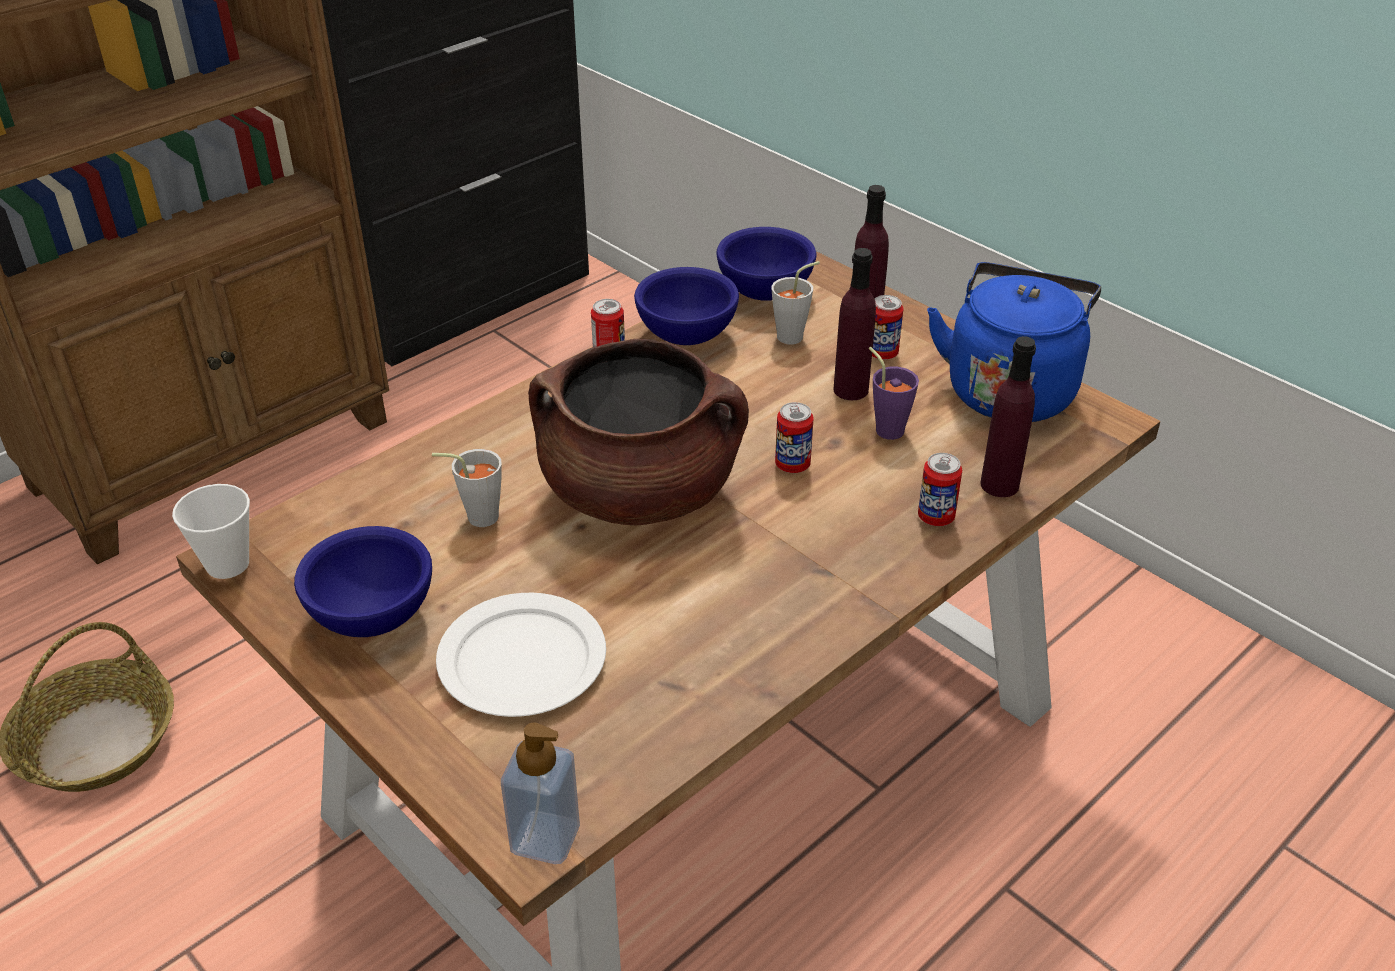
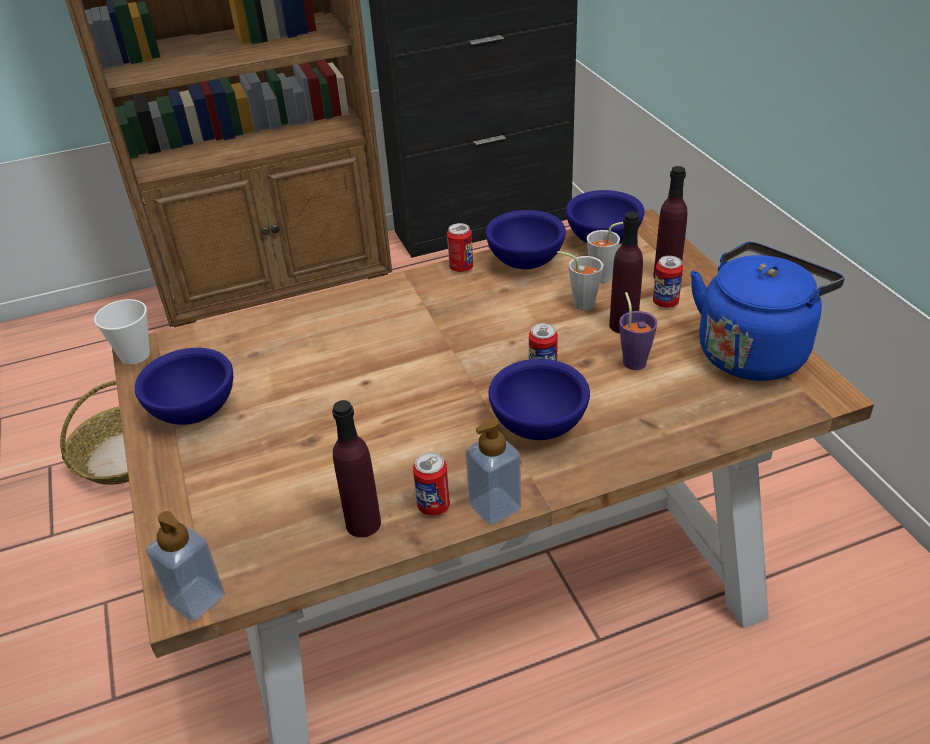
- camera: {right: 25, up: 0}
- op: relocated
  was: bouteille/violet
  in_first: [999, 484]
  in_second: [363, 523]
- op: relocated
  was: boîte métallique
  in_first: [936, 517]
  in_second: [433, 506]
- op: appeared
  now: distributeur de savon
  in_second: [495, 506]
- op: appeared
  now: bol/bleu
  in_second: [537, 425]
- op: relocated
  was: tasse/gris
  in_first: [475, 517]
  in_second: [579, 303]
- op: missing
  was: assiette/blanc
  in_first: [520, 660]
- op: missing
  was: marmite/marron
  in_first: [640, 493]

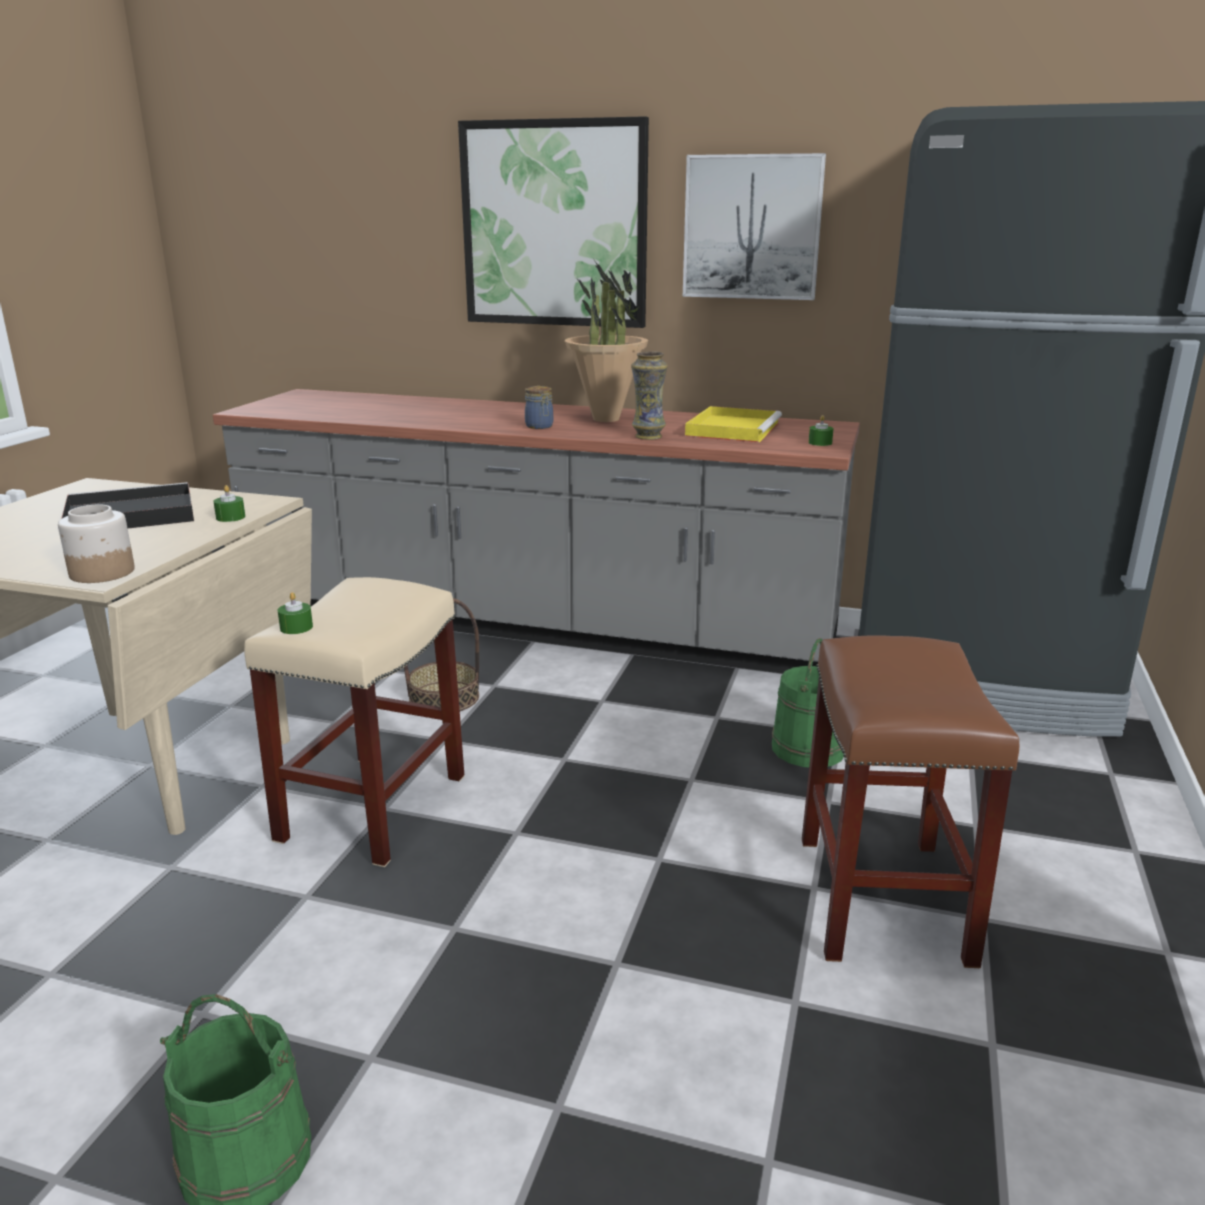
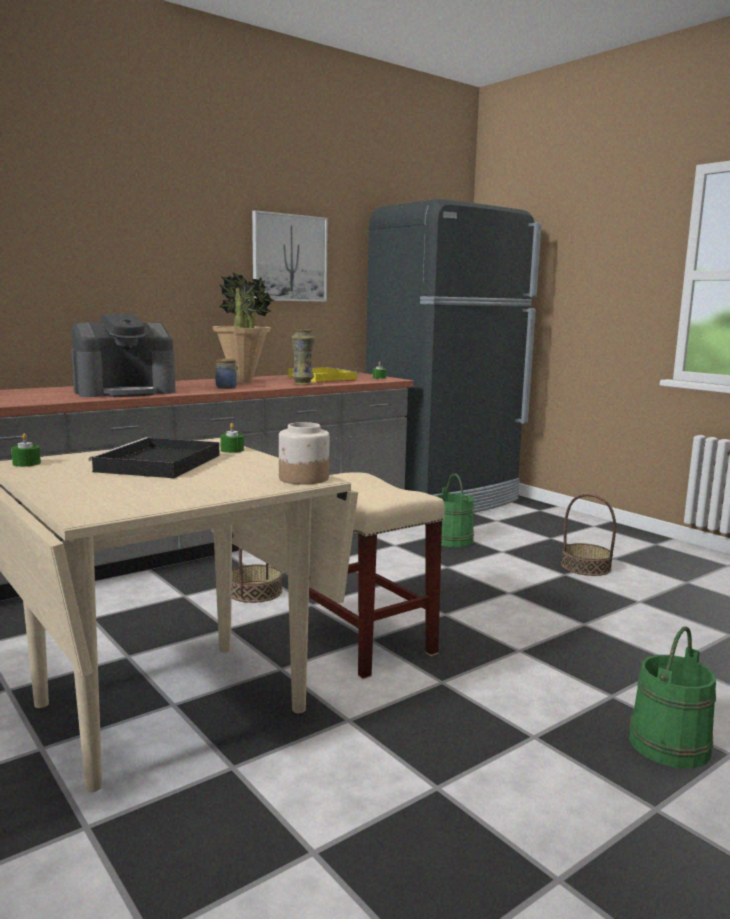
- camera: {right: -55, up: -10}
- op: relocated
  was: bougie/vert
  in_first: [296, 627]
  in_second: [26, 463]
- op: appeared
  now: machine à café
  in_second: [125, 392]
- op: exchanged
  was: tabouret/marron
  now: panier
  in_first: [884, 900]
  in_second: [586, 567]
- op: missing
  was: tableau
  in_first: [554, 225]

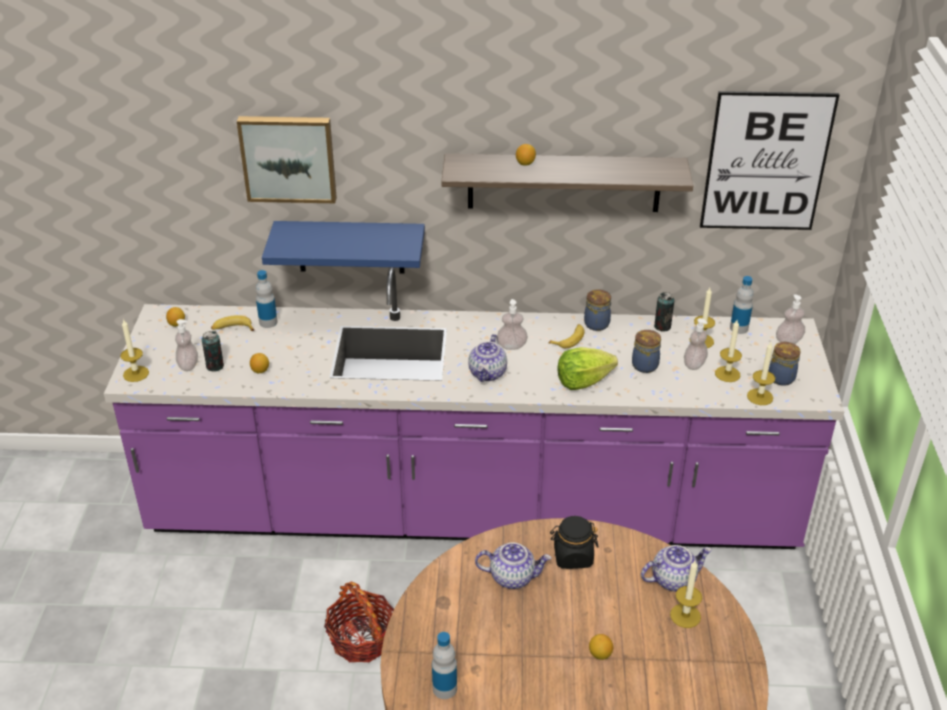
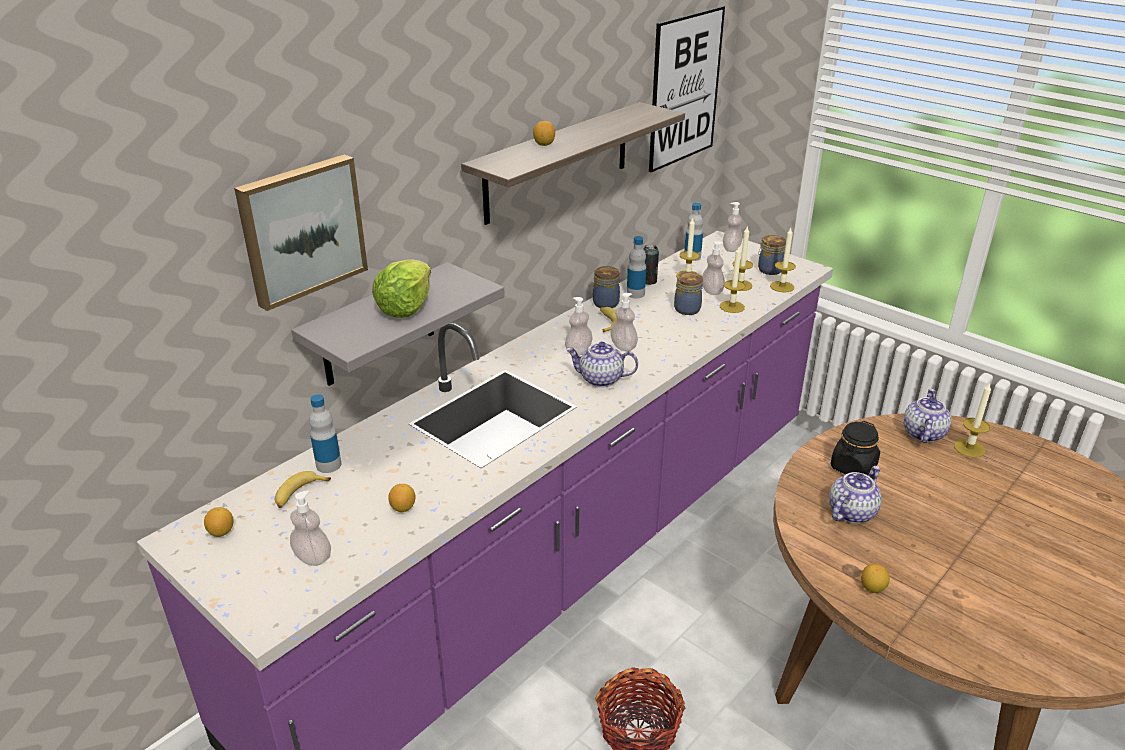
- camera: {right: -50, up: -5}
- op: colour
  was: étagère/bleu
  now: étagère/gris
  in_first: [350, 247]
  in_second: [378, 326]
- op: relocated
  was: laitue
  in_first: [583, 381]
  in_second: [406, 307]
- op: spun
  was: théière
  in_first: [488, 373]
  in_second: [600, 379]
  clockwise: 135
- op: appeared
  now: distributeur de savon
  in_second: [623, 346]
- op: relocated
  was: bouteille
  in_first: [444, 688]
  in_second: [635, 294]
- op: relocated
  was: bougie
  in_first: [136, 374]
  in_second: [732, 307]
- op: relocated
  was: citron
  in_first: [600, 654]
  in_second: [872, 588]
- op: missing
  was: boîte métallique
  in_first: [215, 366]

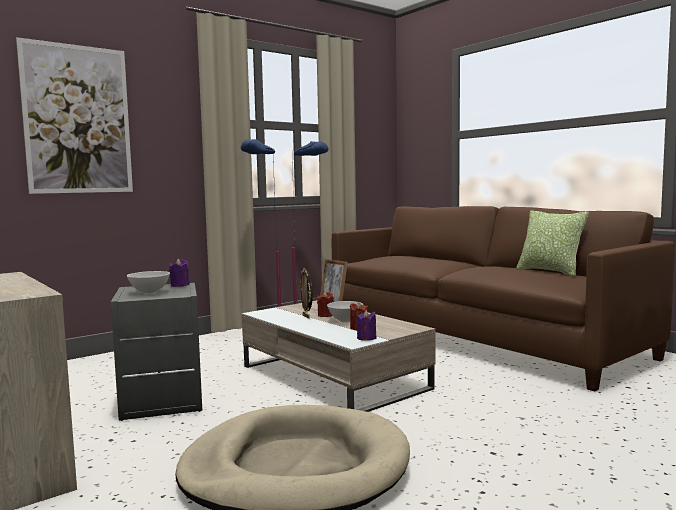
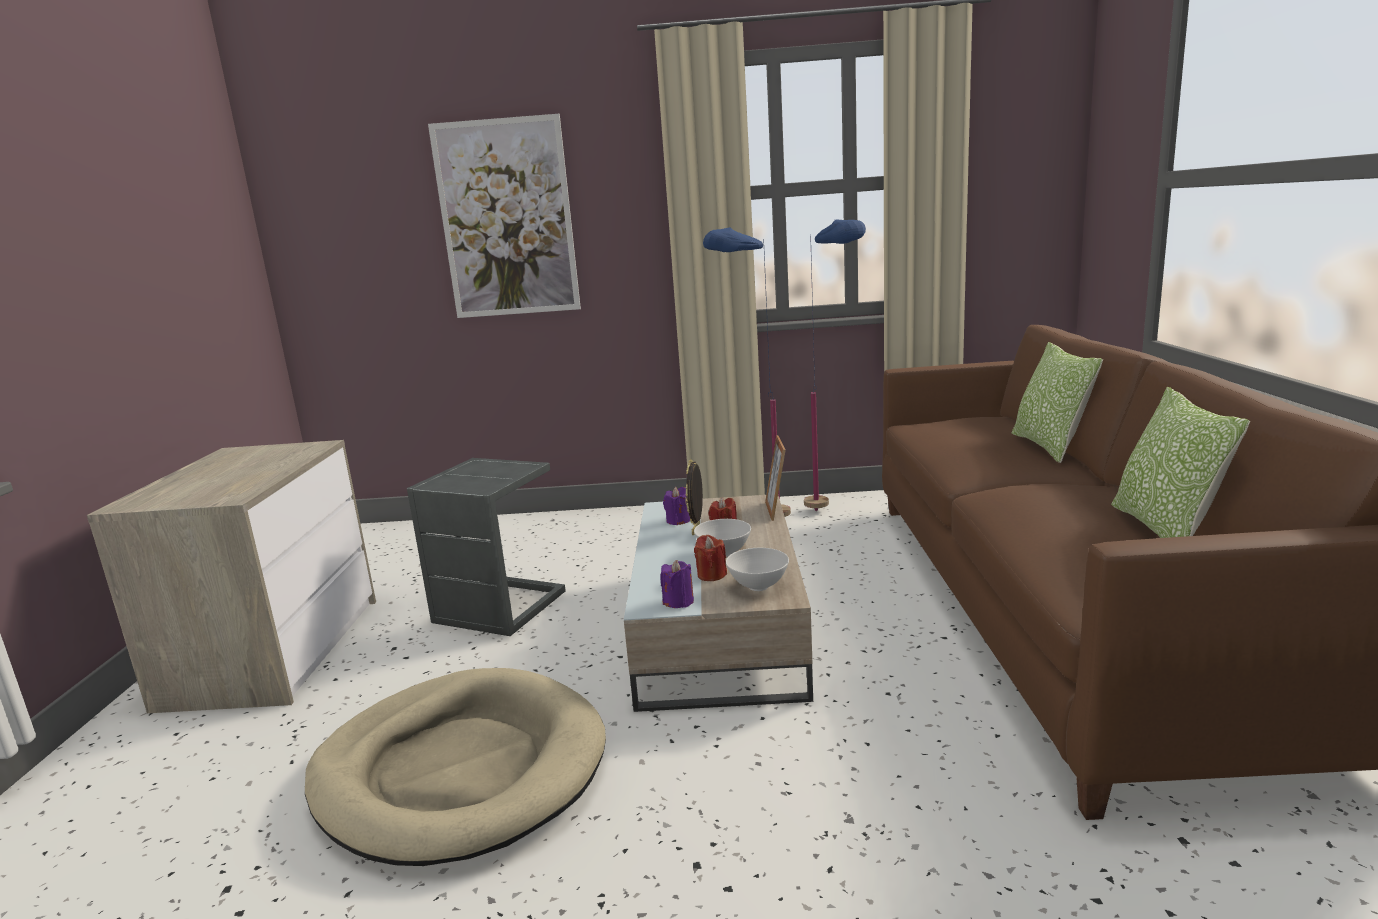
- camera: {right: 40, up: 10}
- op: relocated
  was: bougie/violet
  in_first: [180, 285]
  in_second: [678, 521]
- op: relocated
  was: bol/blanc
  in_first: [149, 293]
  in_second: [758, 587]
- op: appeared
  now: coussin
  in_second: [1049, 446]

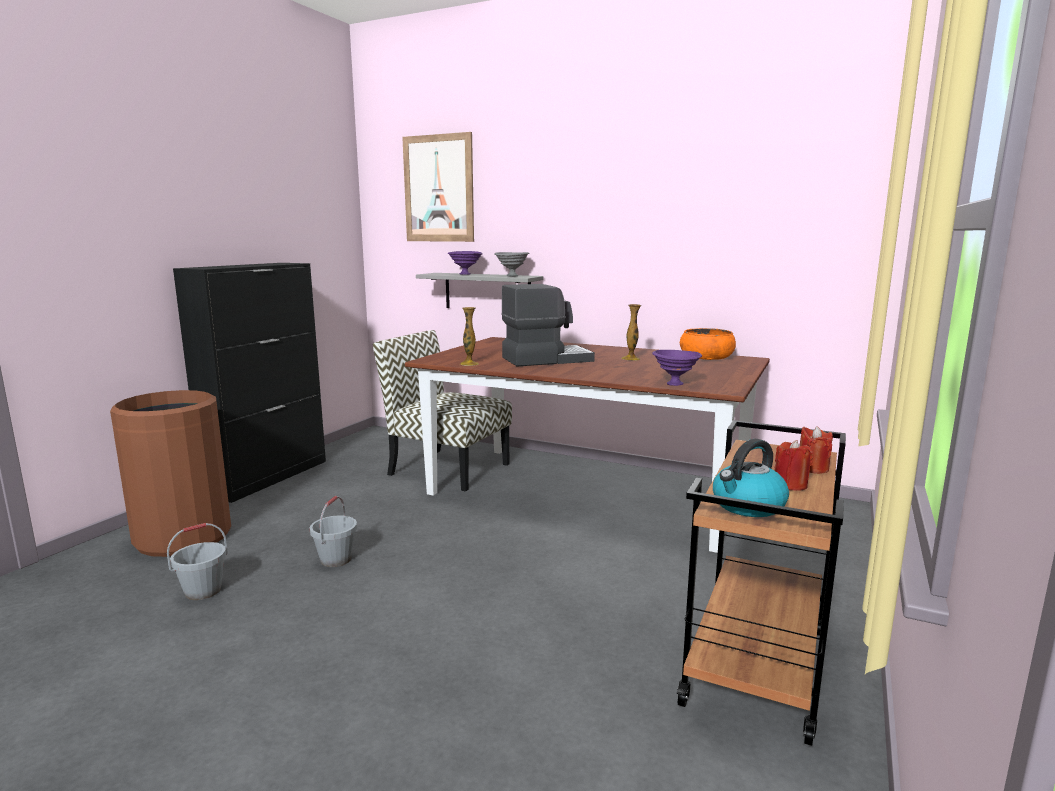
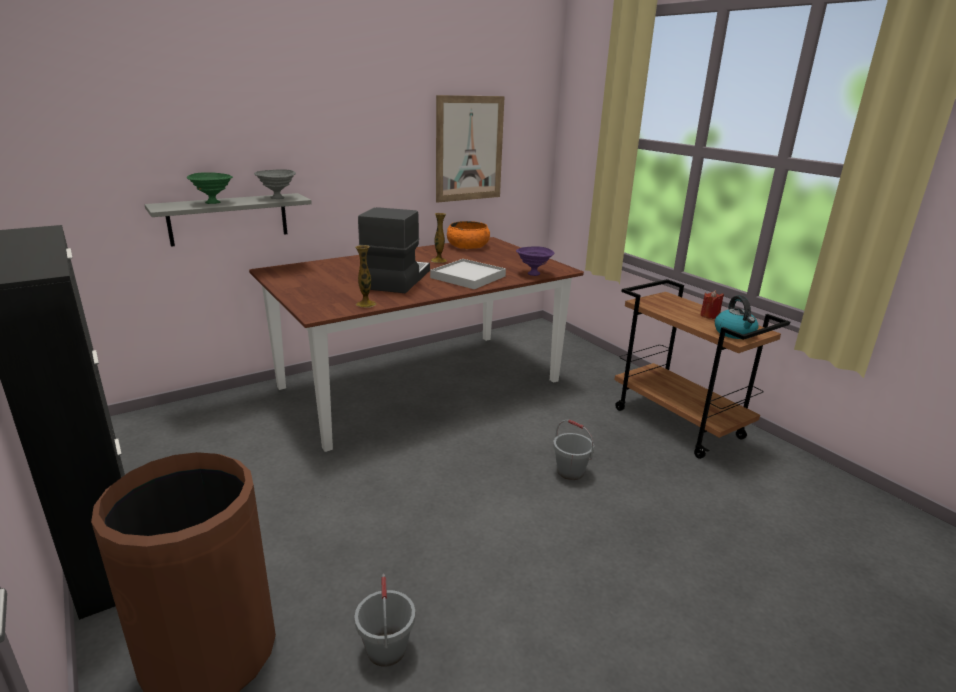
- camera: {right: -60, up: 10}
- op: colour
  was: bol/violet
  now: bol/vert
  in_first: [466, 274]
  in_second: [214, 202]
- op: appeared
  now: plateau/blanc
  in_second: [468, 277]
- op: relocated
  was: tableau
  in_first: [438, 189]
  in_second: [469, 149]
- op: relocated
  was: seau/gris
  in_first: [336, 560]
  in_second: [570, 472]
- op: missing
  was: chaise
  in_first: [447, 469]
- op: missing
  was: bougie/rouge
  in_first: [812, 468]

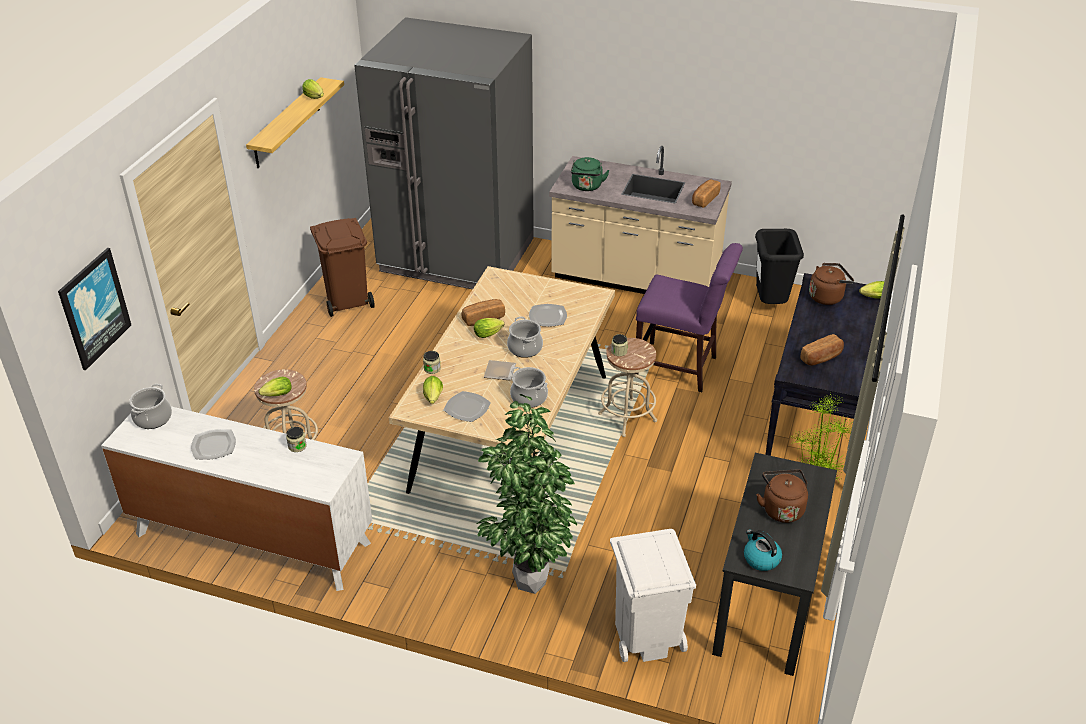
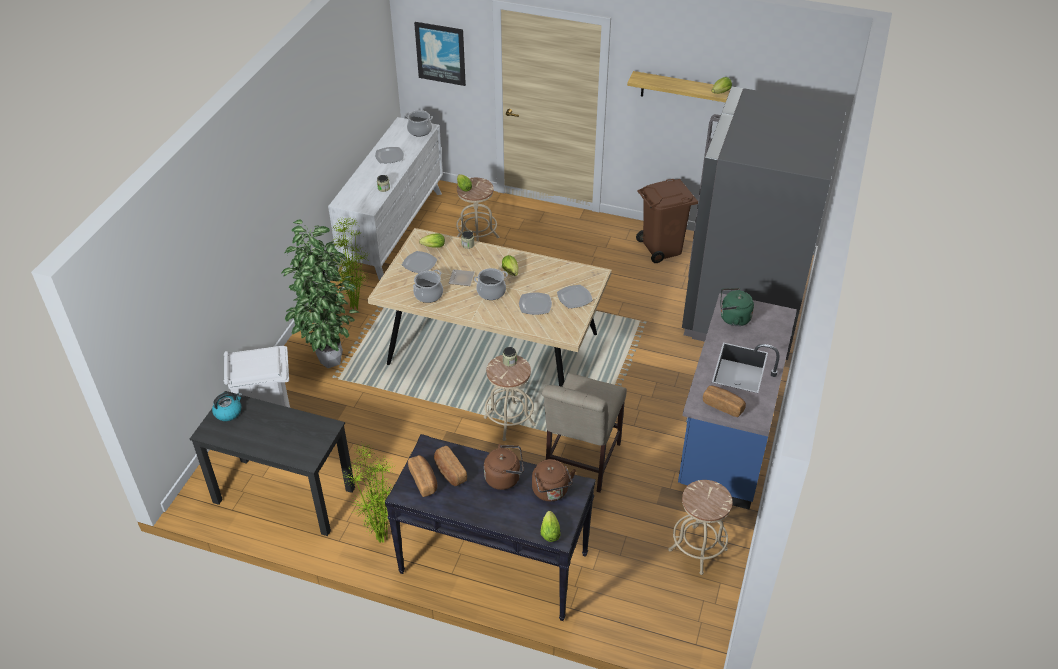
- camera: {right: 90, up: 5}
- op: appeared
  now: plante en pot
  in_second: [356, 307]
- op: relocated
  was: pain
  in_first: [483, 318]
  in_second: [424, 480]
- op: relocated
  was: bouilloire/marron
  in_first: [781, 508]
  in_second: [505, 477]
- op: colour
  was: chaise/violet
  now: chaise/beige
  in_first: [680, 368]
  in_second: [580, 463]
- op: appeared
  now: assiette
  in_second: [574, 297]
- op: exchanged
  was: poubelle/noir
  now: tabouret/beige
  in_first: [770, 304]
  in_second: [697, 549]
- op: colour
  was: comptoir de cuisine/beige
  now: comptoir de cuisine/bleu
  in_first: [635, 279]
  in_second: [727, 437]

